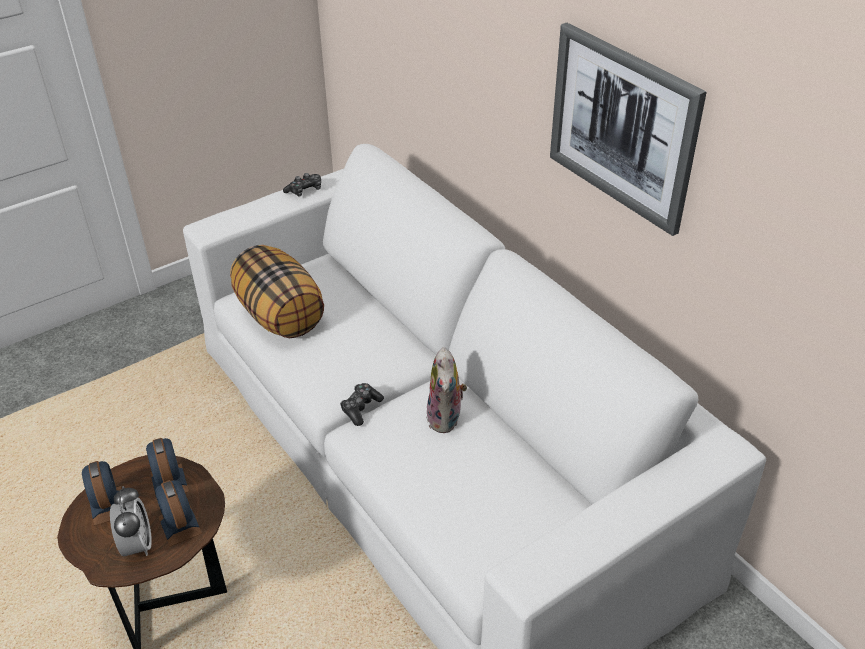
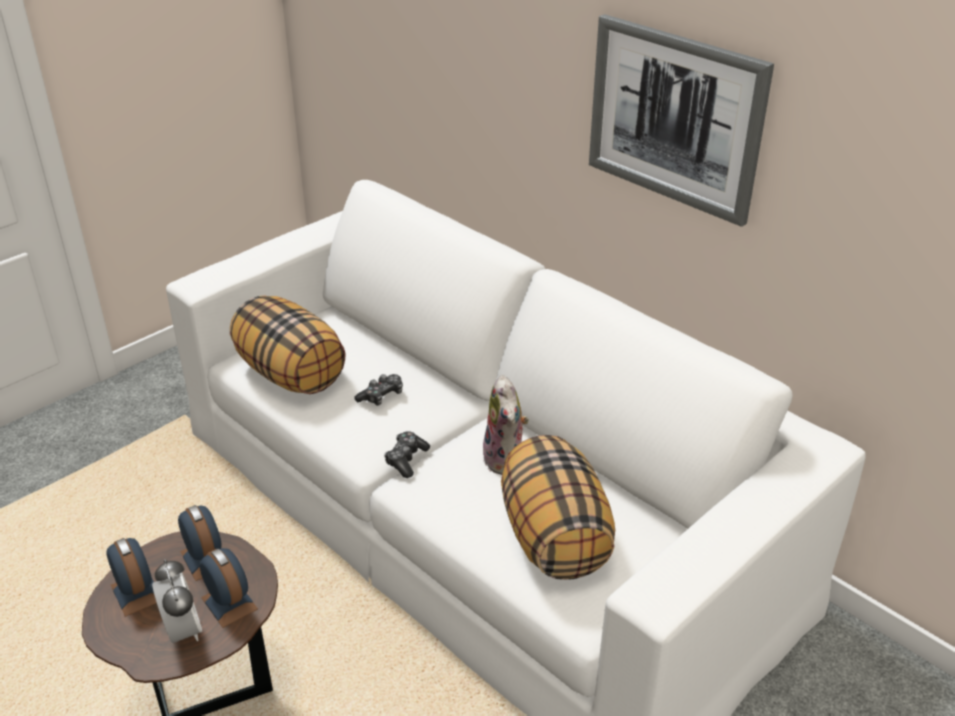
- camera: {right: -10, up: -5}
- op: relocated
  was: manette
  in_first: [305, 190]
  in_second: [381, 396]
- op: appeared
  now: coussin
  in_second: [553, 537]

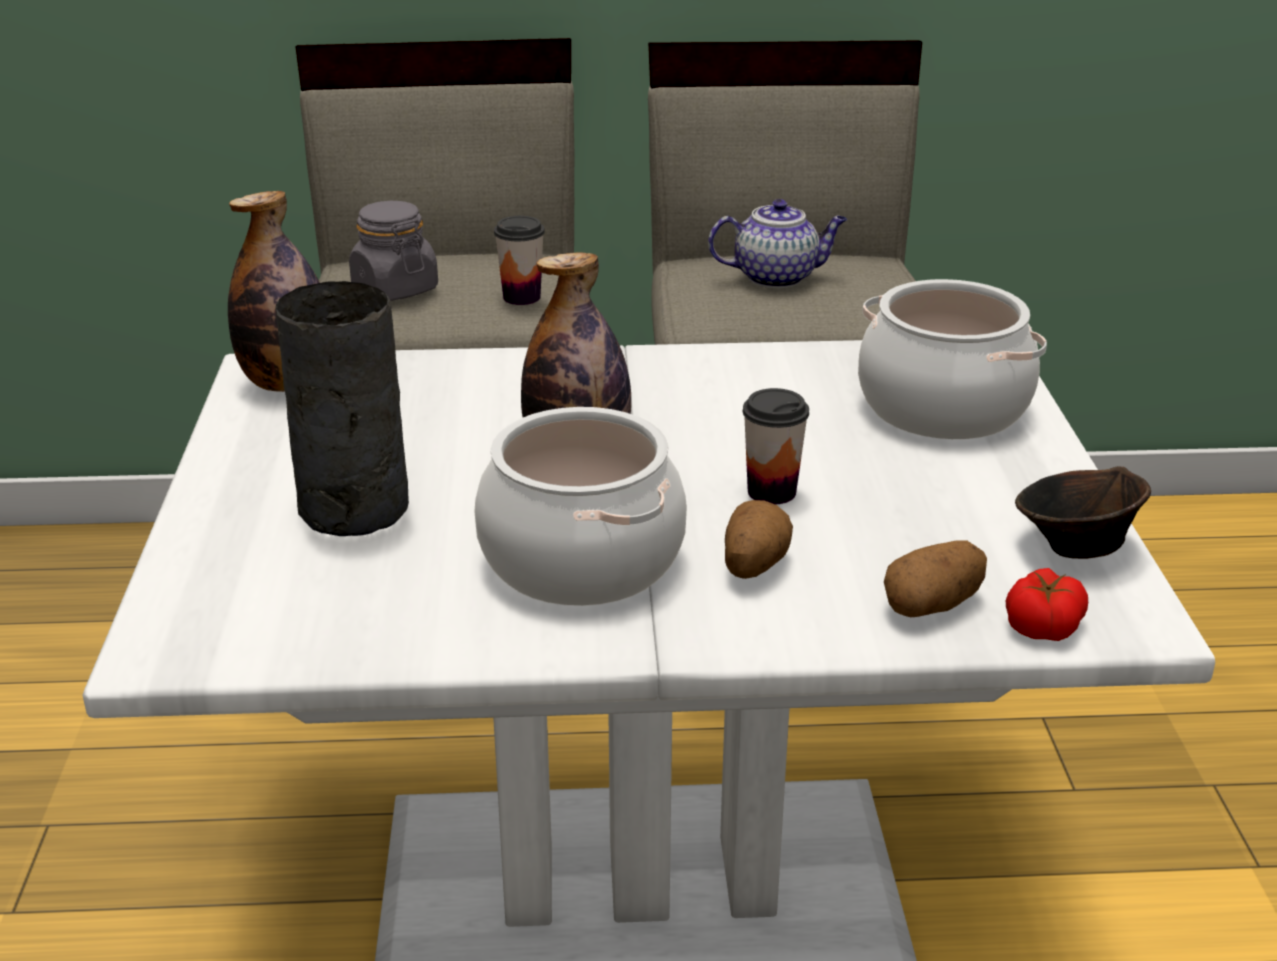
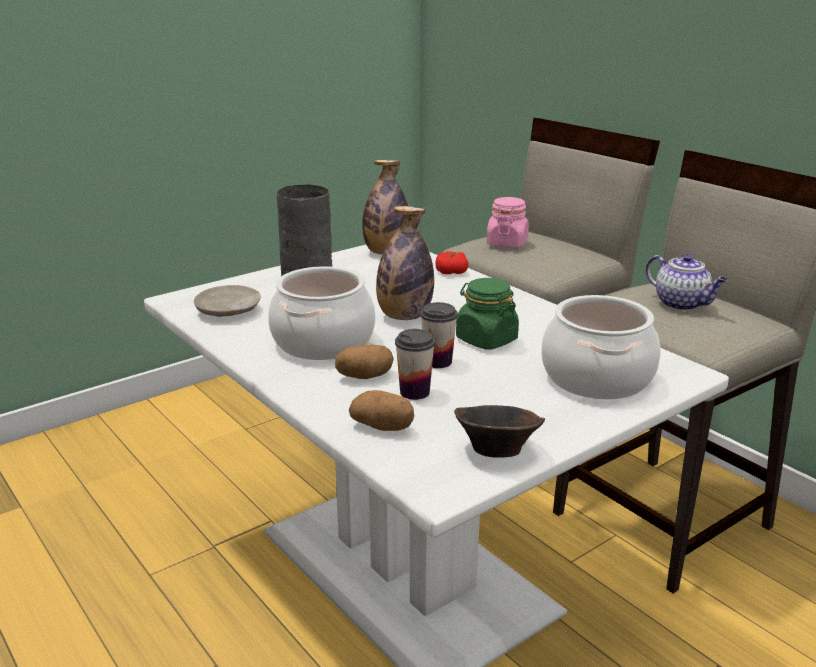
- camera: {right: 55, up: -5}
- op: appeared
  now: assiette/beige
  in_second: [228, 311]
- op: relocated
  was: tasse
  in_first: [521, 297]
  in_second: [414, 392]
- op: relocated
  was: tomate
  in_first: [1043, 625]
  in_second: [451, 272]
- op: appeared
  now: bocal/vert
  in_second: [486, 339]
- op: colour
  was: bocal/gris
  now: bocal/rose
  in_first: [394, 289]
  in_second: [507, 243]

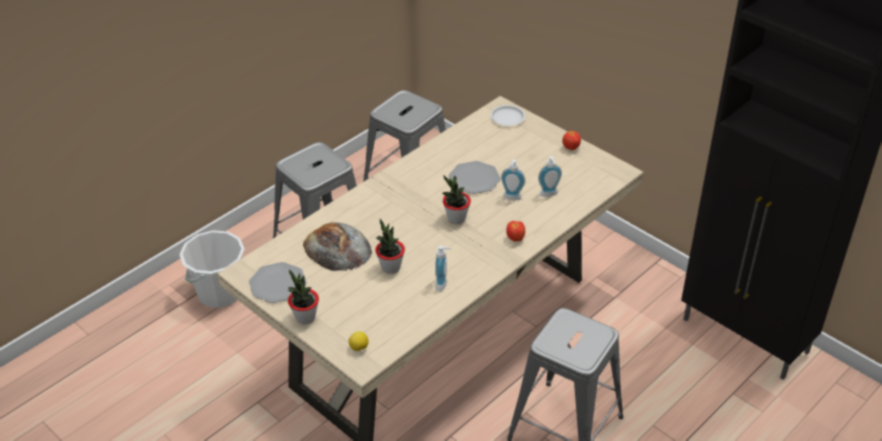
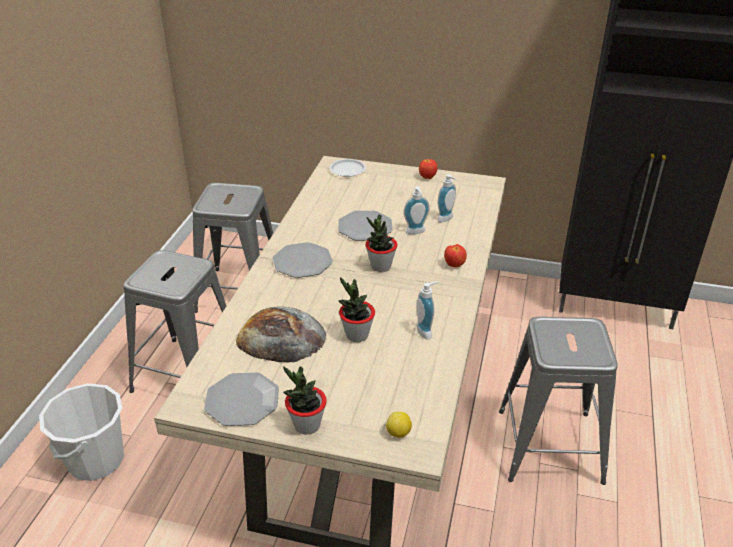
- camera: {right: -30, up: -5}
- op: appeared
  now: assiette
  in_second: [302, 261]

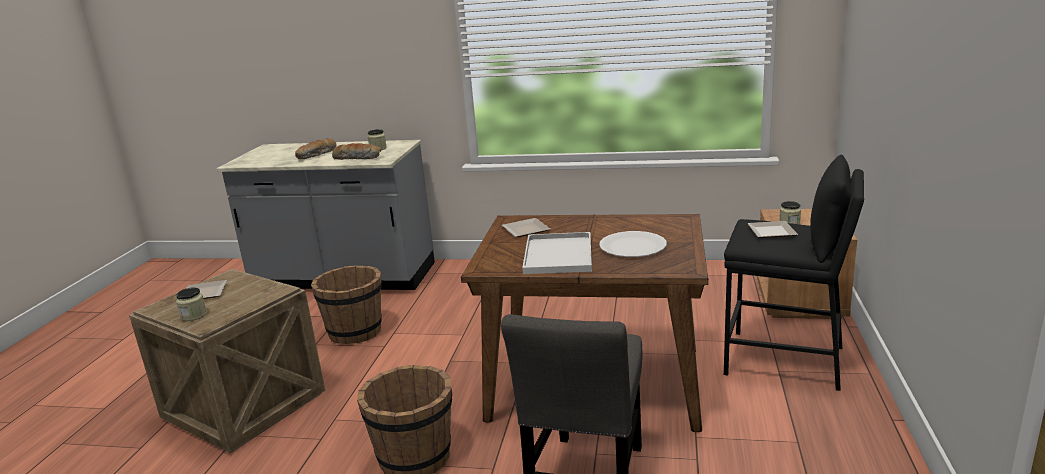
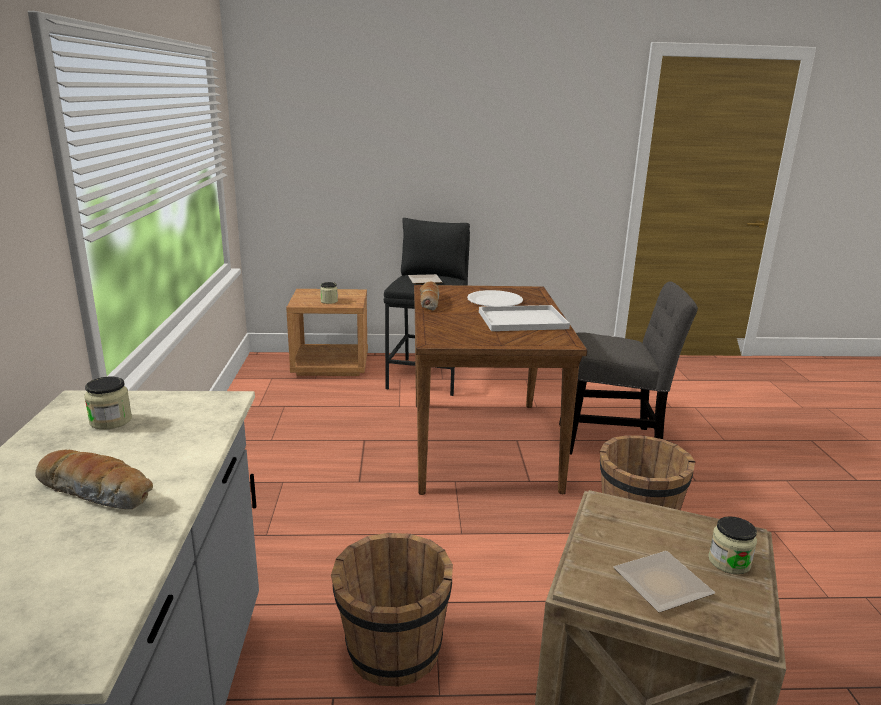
- camera: {right: -105, up: 0}
- op: relocated
  was: pain
  in_first: [358, 158]
  in_second: [429, 302]
- op: missing
  was: assiette
  in_first: [525, 231]

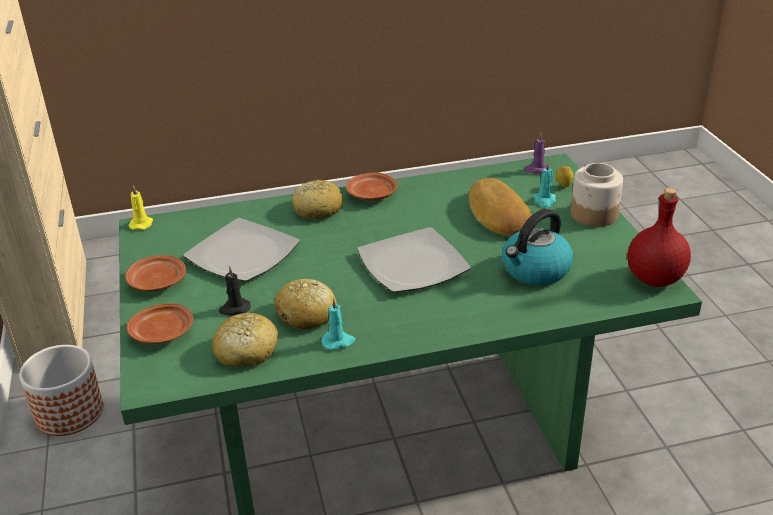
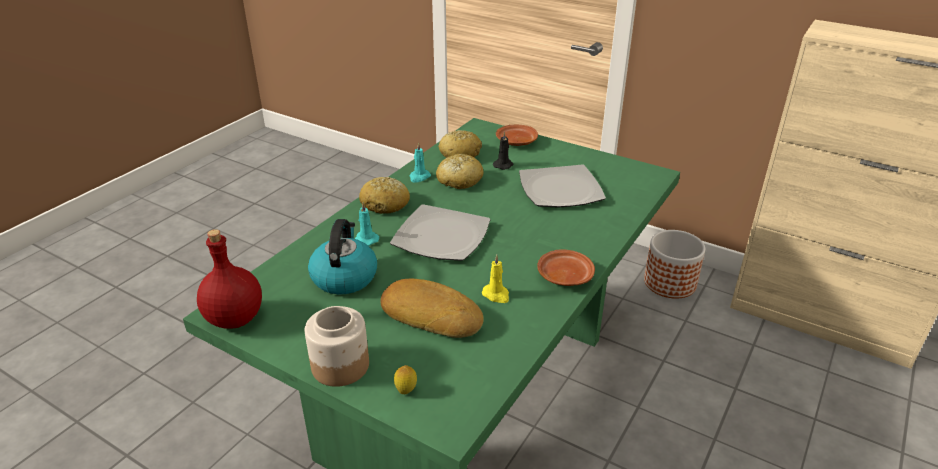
- camera: {right: 135, up: 0}
- op: relocated
  was: bougie/turquoise
  in_first: [544, 201]
  in_second: [366, 239]
- op: relocated
  was: pain
  in_first: [317, 209]
  in_second: [385, 204]
- op: relocated
  was: bougie/jaune
  in_first: [141, 223]
  in_second: [496, 295]
- op: missing
  was: assiette/marron
  in_first: [157, 282]
- op: missing
  was: bougie/violet
  in_first: [536, 170]

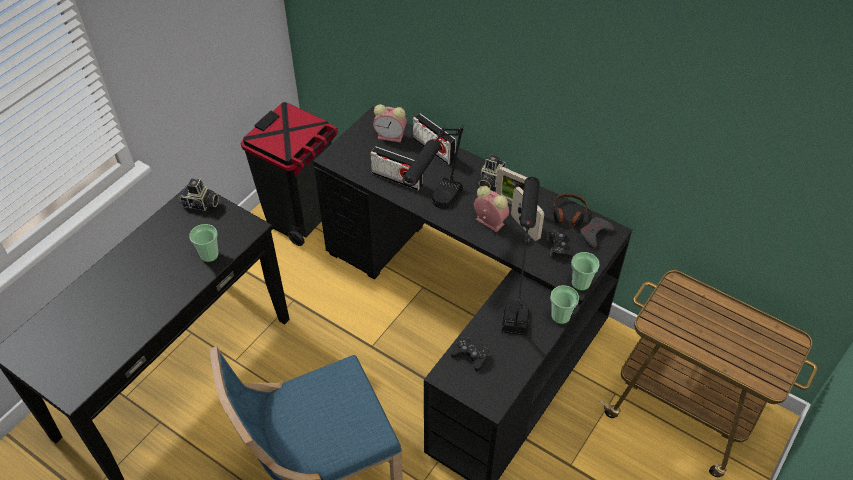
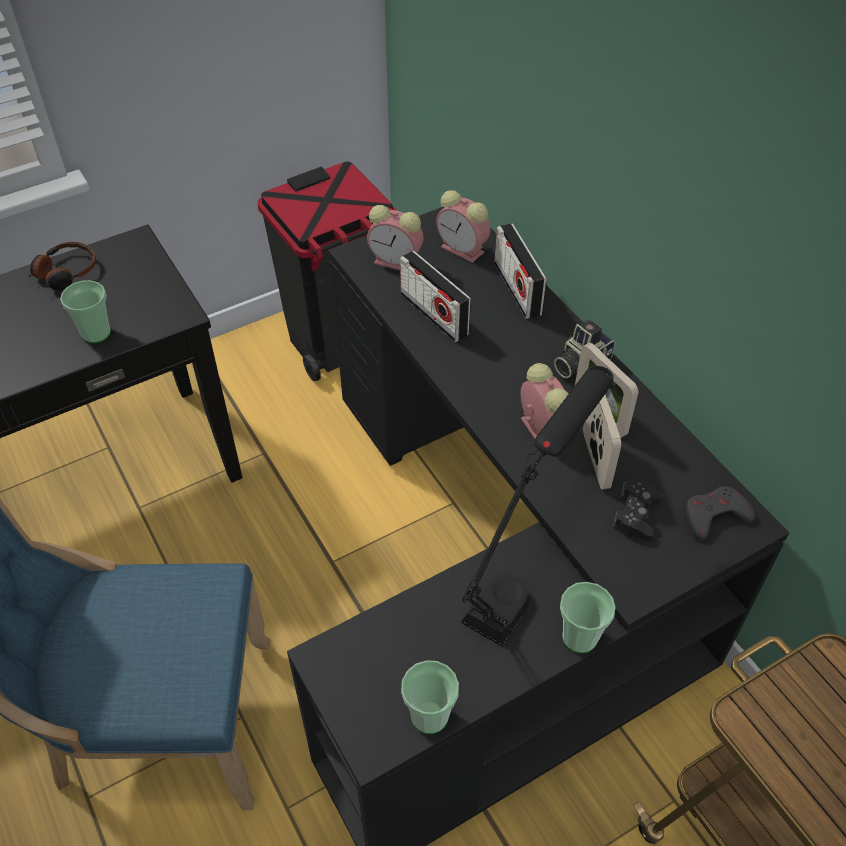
- camera: {right: 25, up: 0}
- op: relocated
  was: casque audio
  in_first: [568, 214]
  in_second: [65, 273]
- op: appeared
  now: réveil
  in_second: [397, 262]
- op: relocated
  was: tasse
  in_first: [580, 283]
  in_second: [429, 716]
- op: missing
  was: appareil photo
  in_first: [201, 204]
- op: missing
  was: lampe de table/noir
  in_first: [435, 211]
- op: missing
  was: manette/noir
  in_first: [470, 356]

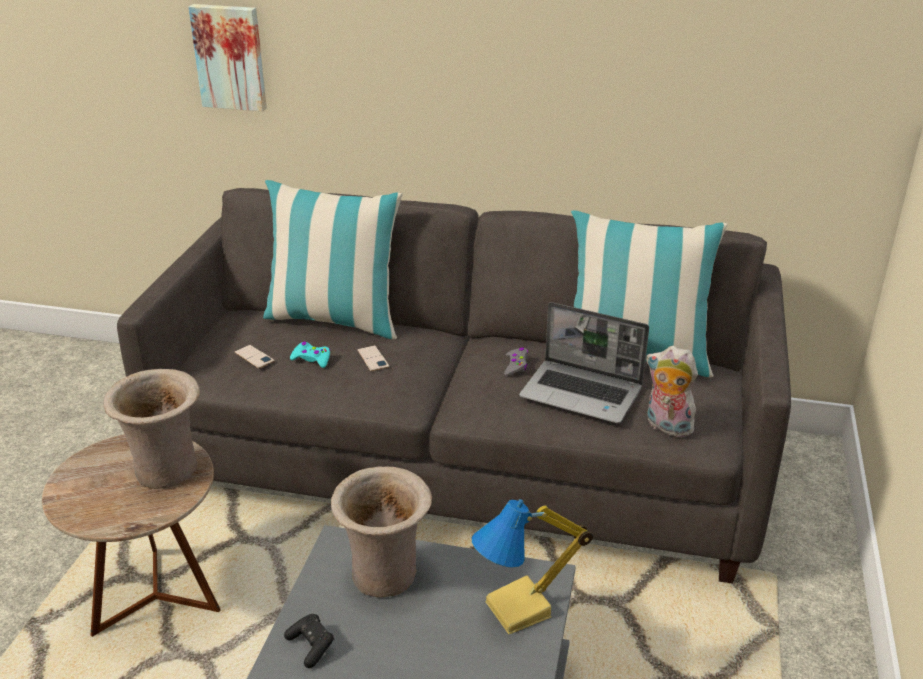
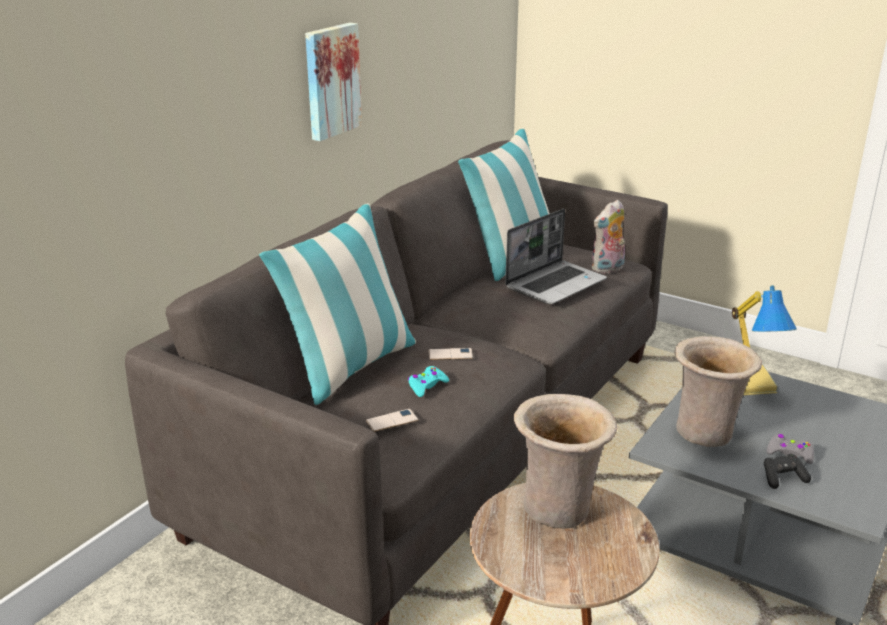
- camera: {right: -70, up: -5}
- op: relocated
  was: tableau
  in_first: [230, 57]
  in_second: [330, 80]
- op: relocated
  was: manette/gris
  in_first: [516, 366]
  in_second: [790, 453]

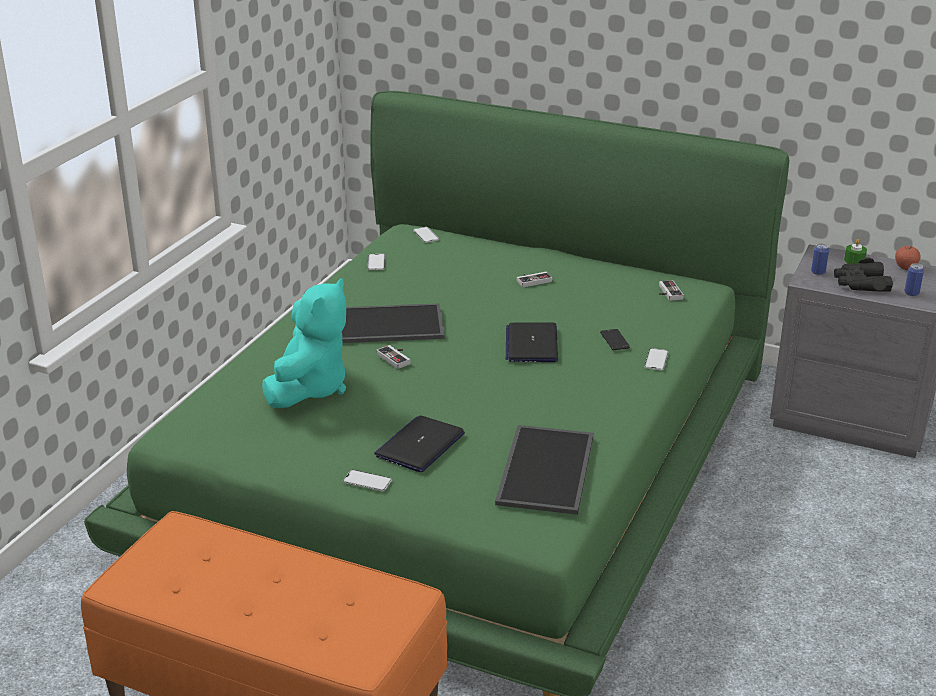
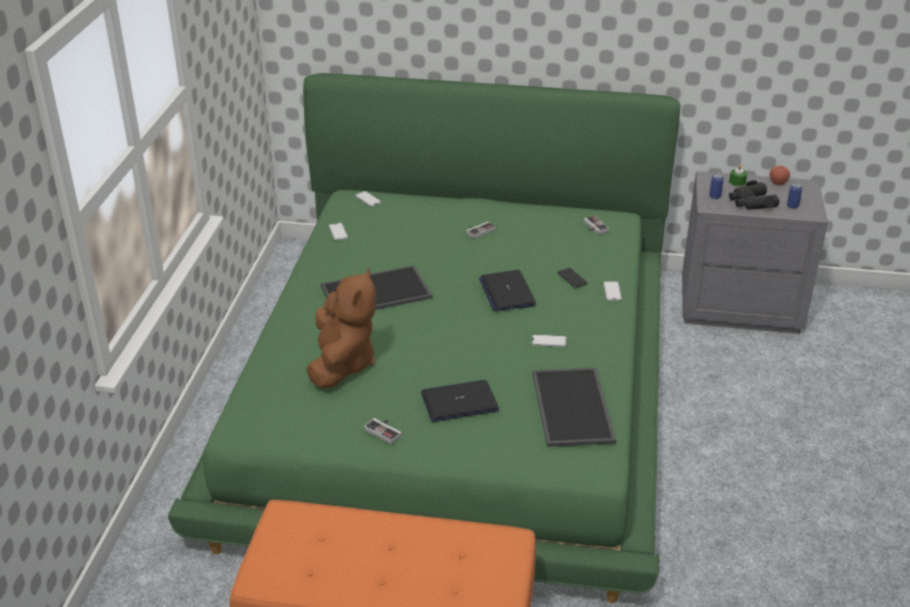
- camera: {right: -15, up: 5}
- op: colour
  was: peluche/turquoise
  now: peluche/marron
  in_first: [309, 388]
  in_second: [342, 364]
- op: relocated
  was: manette
  in_first: [396, 358]
  in_second: [385, 431]
- op: spun
  was: ordinateur portable
  in_first: [420, 445]
  in_second: [459, 402]
  clockwise: 60
- op: relocated
  was: téléphone
  in_first: [367, 481]
  in_second: [549, 341]

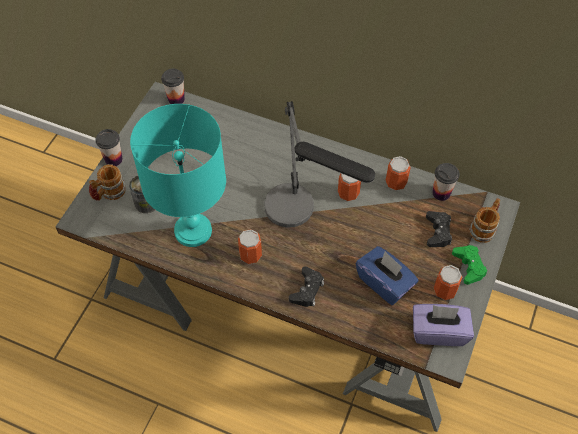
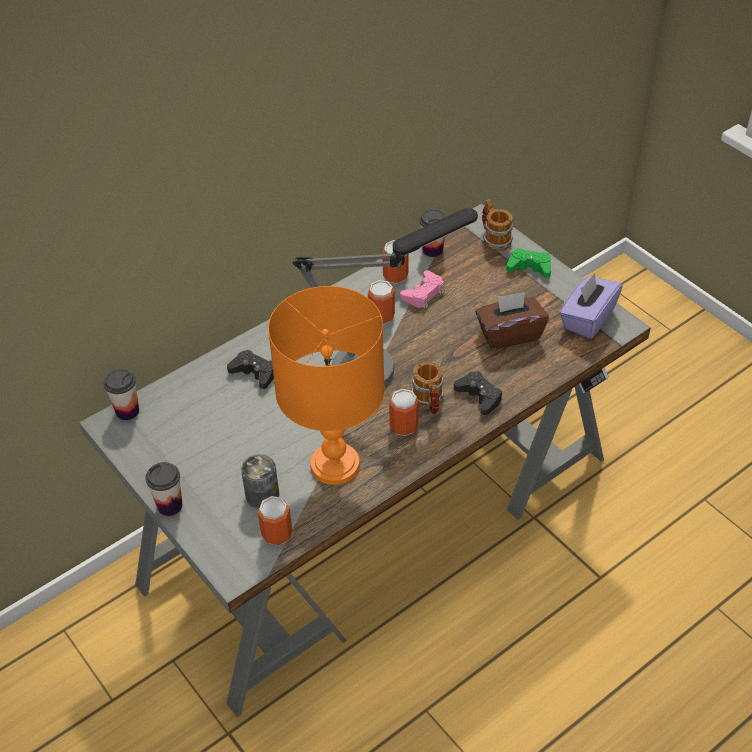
- camera: {right: -60, up: -10}
- op: relocated
  was: manette/noir
  in_first: [438, 232]
  in_second: [254, 373]
- op: relocated
  was: boîte métallique
  in_first: [444, 290]
  in_second: [277, 534]
- op: colour
  was: lampe de table/turquoise
  now: lampe de table/orange
  in_first: [194, 231]
  in_second: [336, 464]
- op: appeared
  now: manette/rose
  in_second: [423, 294]
- op: relocated
  was: mug
  in_first: [109, 193]
  in_second: [429, 402]
- op: colour
  was: boîte à mouchoirs/bleu
  now: boîte à mouchoirs/marron
  in_first: [384, 283]
  in_second: [509, 334]

